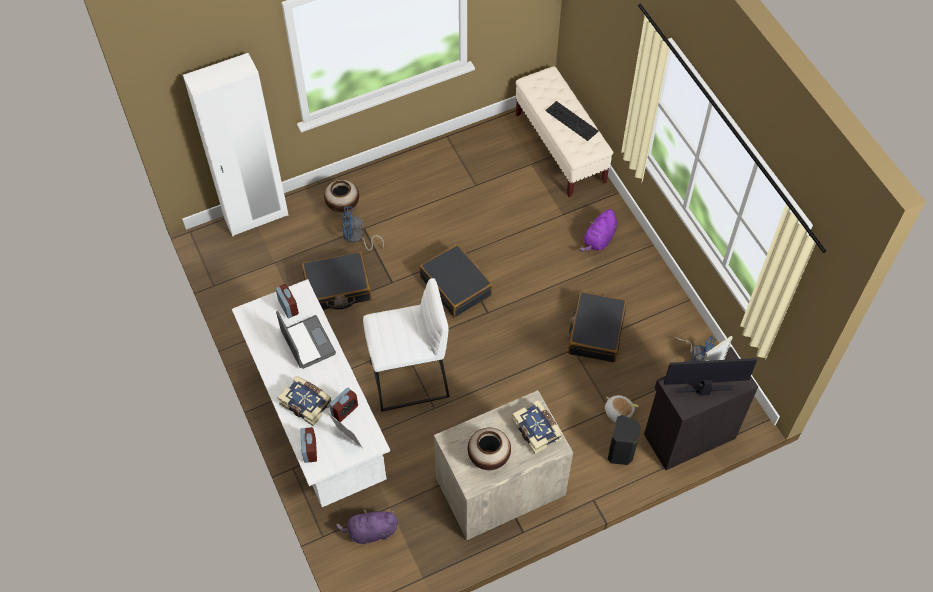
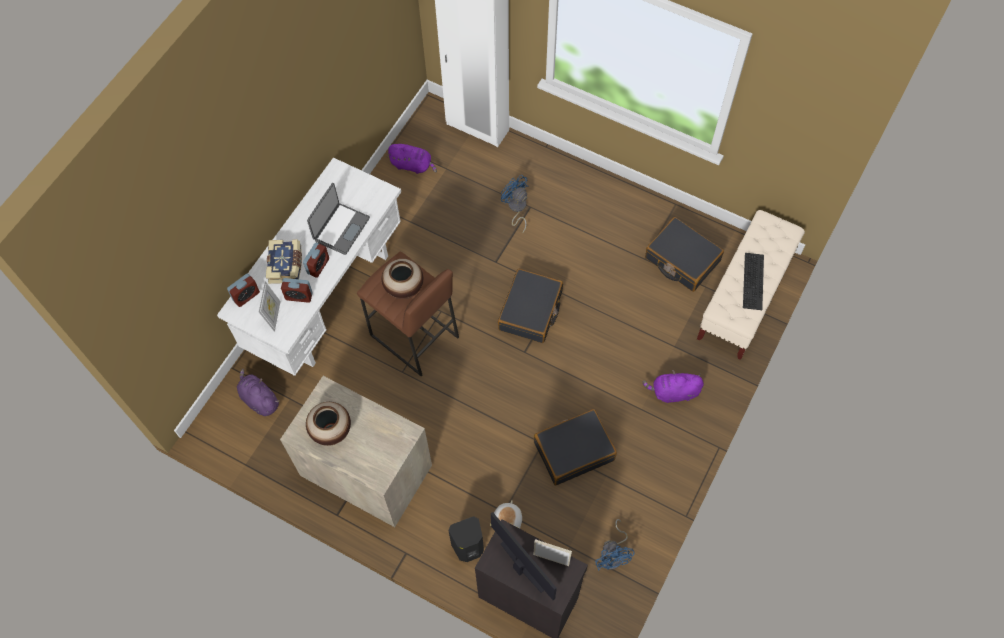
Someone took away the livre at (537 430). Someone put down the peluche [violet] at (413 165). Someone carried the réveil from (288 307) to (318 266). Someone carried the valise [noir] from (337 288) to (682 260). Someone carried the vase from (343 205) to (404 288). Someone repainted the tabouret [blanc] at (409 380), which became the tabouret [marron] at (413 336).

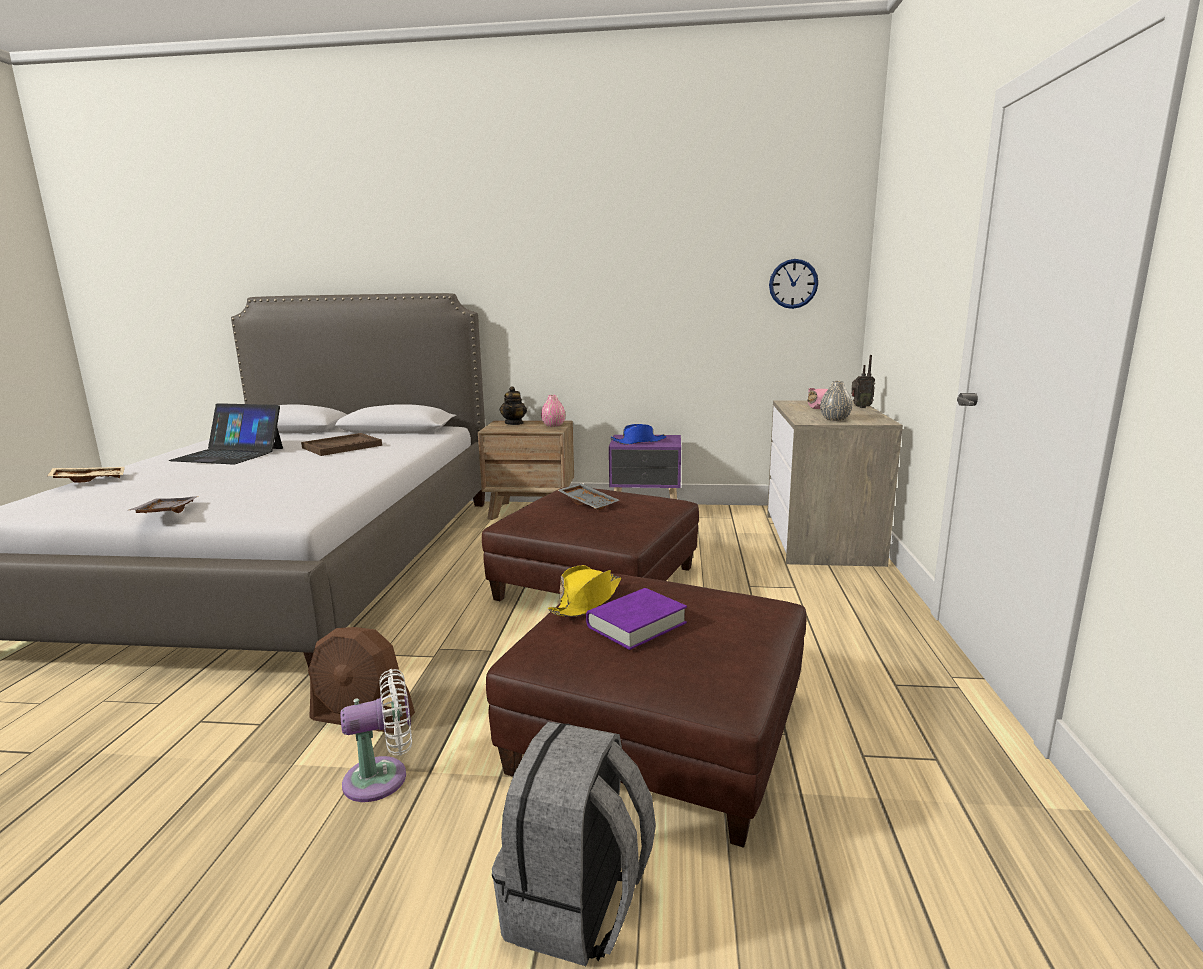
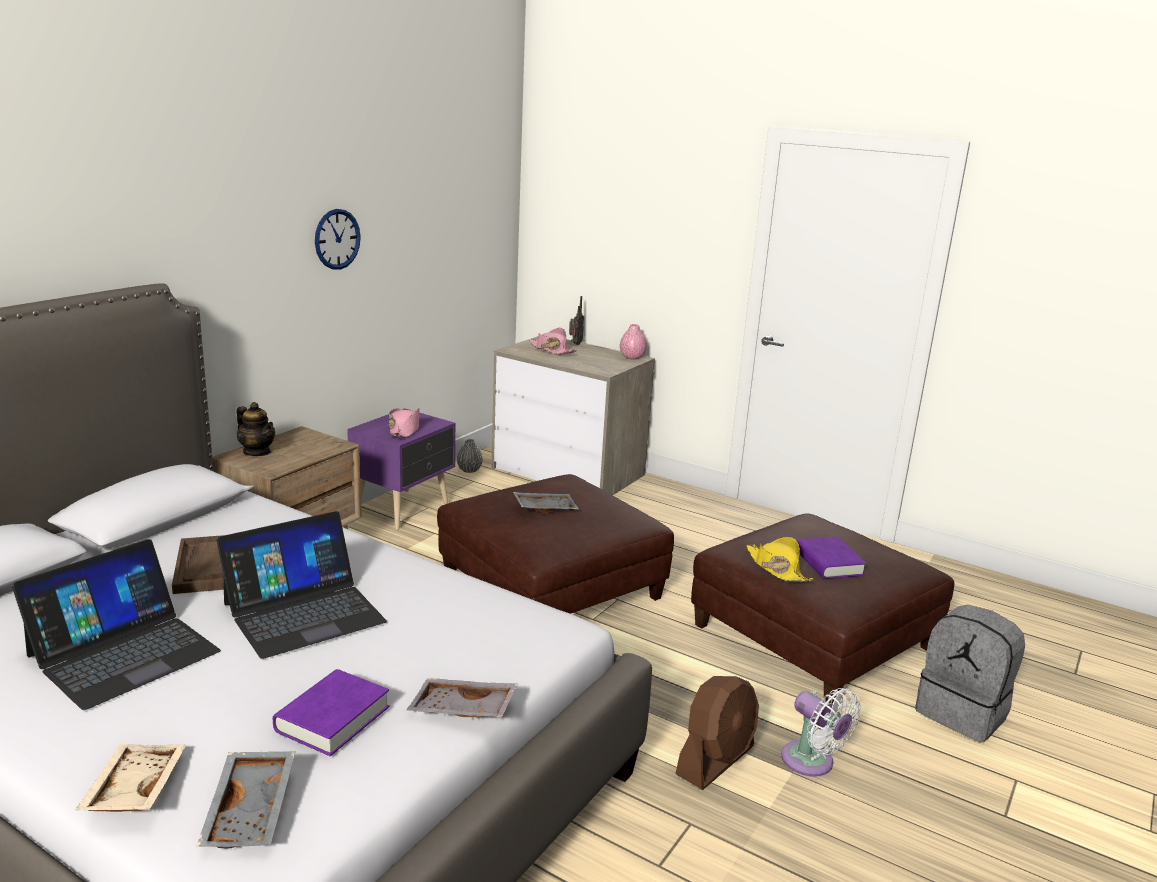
Someone put down the plateau [gris] at (252 810). Someone put down the ordinateur portable at (303 612). Someone put down the livre [violet] at (332 719). Someone carried the vase [rose] from (553 425) to (632 357). Someone carried the horloge murale from (793 284) to (337 239). Someone carried the vase [gris] from (835 419) to (469 470). Someone repainted the chapeau [bleu] at (638 442), which became the chapeau [rose] at (404 430). Someone rotated the ventilateur [blanc] at (382 778) by 135 degrees clockwise.

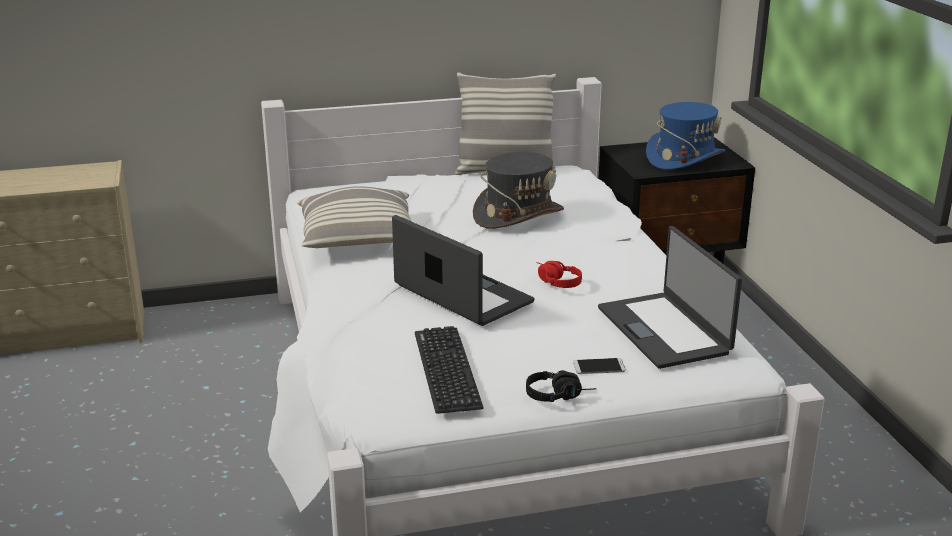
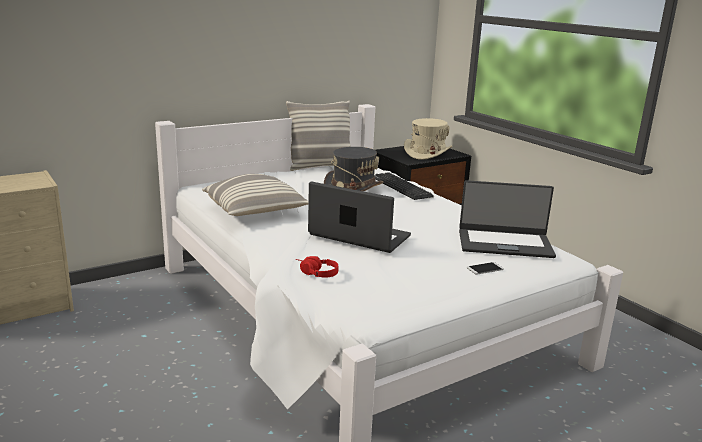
Someone took away the casque audio [noir] at (559 395). Someone carried the clavier from (447 370) to (401 187). Someone carried the casque audio [rouge] from (554 282) to (314 273). Someone repainted the chapeau [bleu] at (684 158), which became the chapeau [beige] at (427 153). Someone rotated the ordinateur portable at (665 330) by 45 degrees counterclockwise.

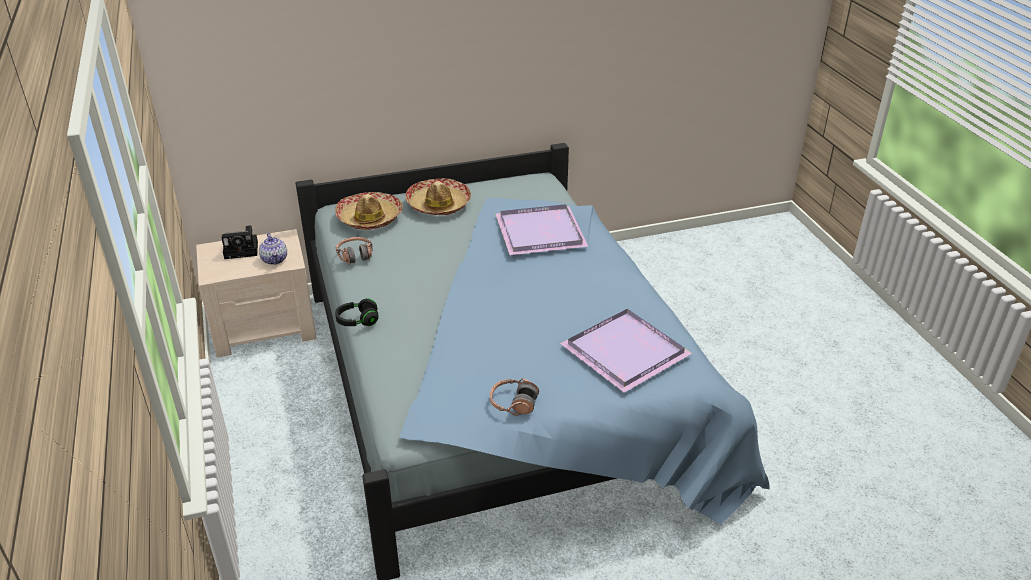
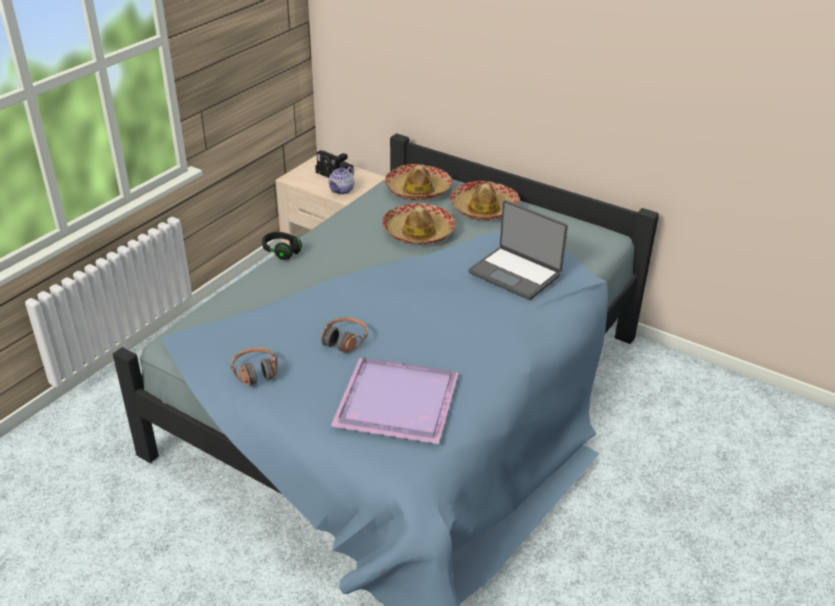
Someone put down the chapeau at (418 232). Someone carried the casque audio from (355 255) to (345 340). Someone swapped the plateau [violet] at (541 231) for the ordinateur portable at (515 273).

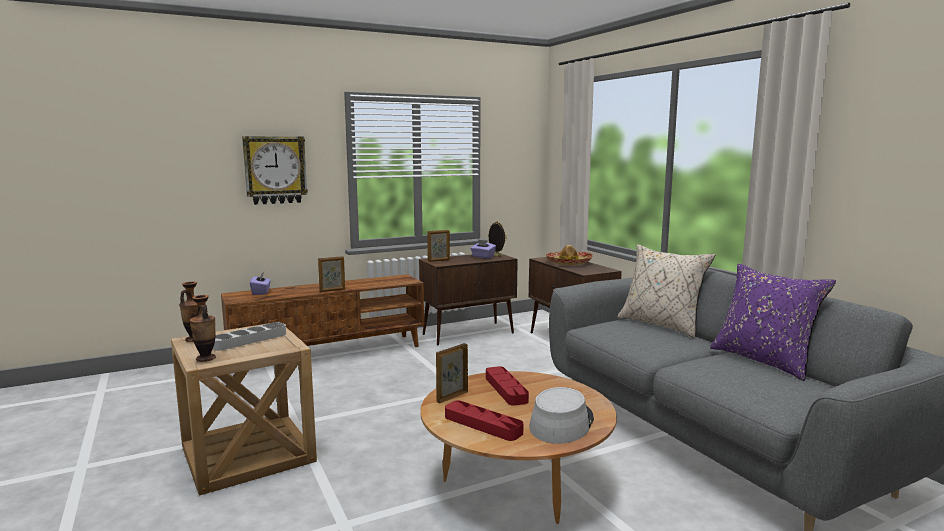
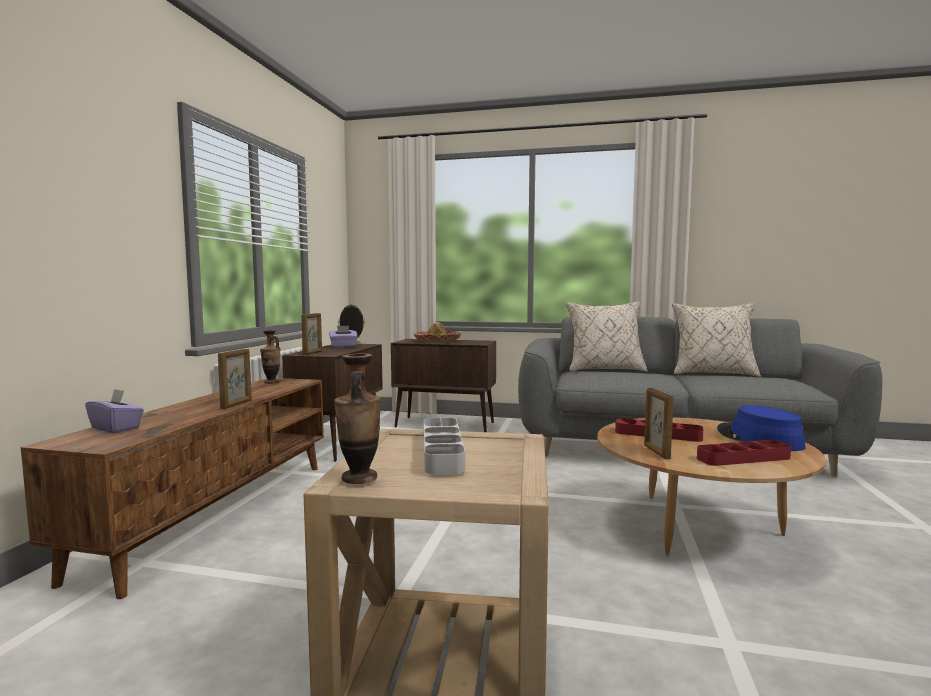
Someone took away the horloge murale at (275 170). Someone carried the vase from (206 359) to (271 382). Someone repainted the chapeau [gris] at (561 423), which became the chapeau [bleu] at (758 438). Someone repainted the coussin [violet] at (764 361), which became the coussin [beige] at (712 374).

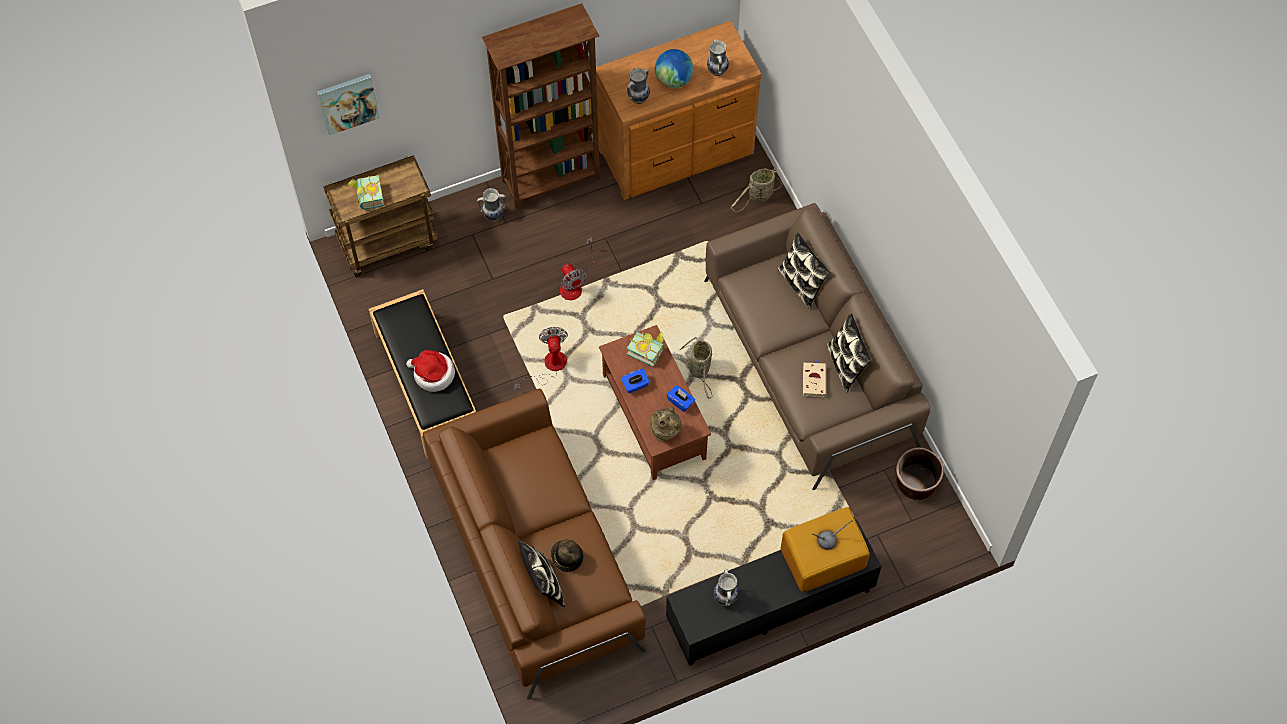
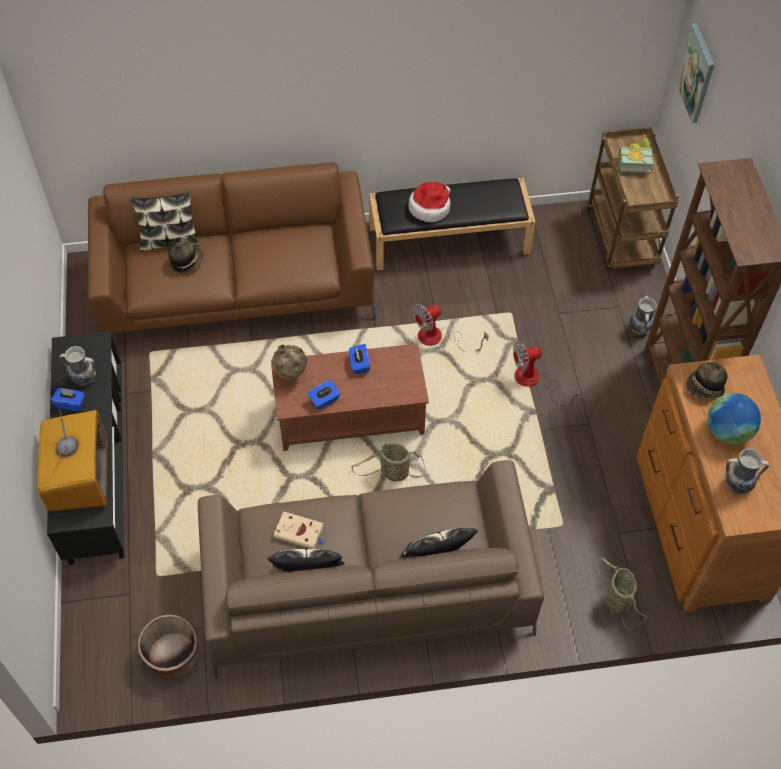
Someone took away the livre at (647 349). Someone put down the boîte à mouchoirs [bleu] at (70 403). Someone swapped the vase at (638 98) for the chapeau at (704 388). Someone rotated the ventilateur at (549 367) by 135 degrees clockwise.

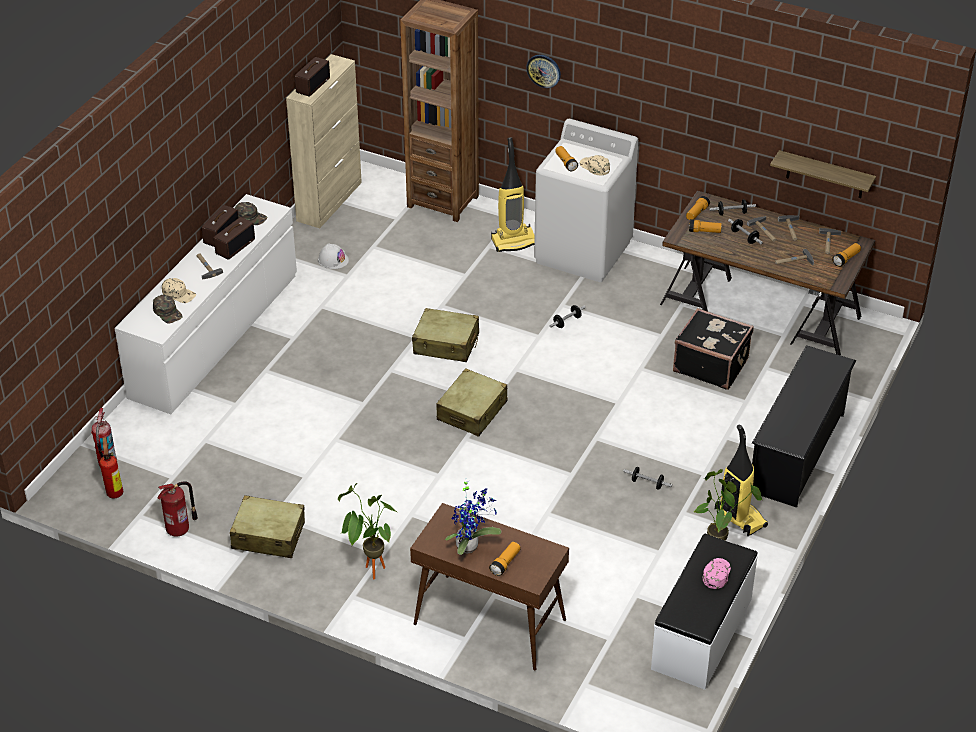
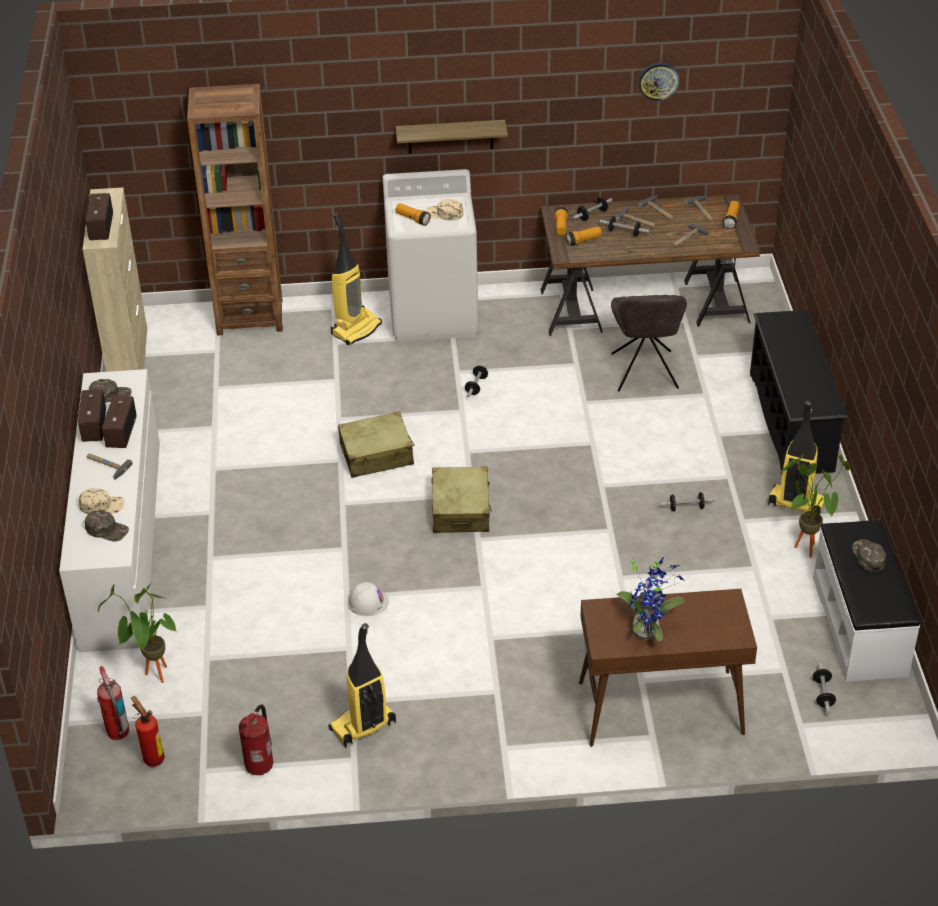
Someone took away the lampe de poche at (505 563). Someone put down the haltère at (823 694). Someone carried the casque de chantier [blanc] from (333 260) to (368 602). Someone carried the plante en pot from (369 572) to (153 677). Someone carried the horloge murale from (544 70) to (658 81). Someone carried the étagère from (825 175) to (450 136). Someone swapped the valise [beige] at (268 536) for the aspirateur at (363 727). Someone swapped the valise [noir] at (710 364) for the chaise [gris] at (644 373). Someone repainted the casquette [rose] at (716 574), which became the casquette [vert] at (868 557).

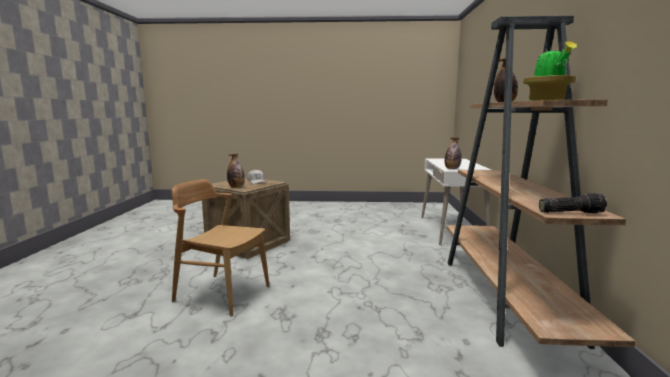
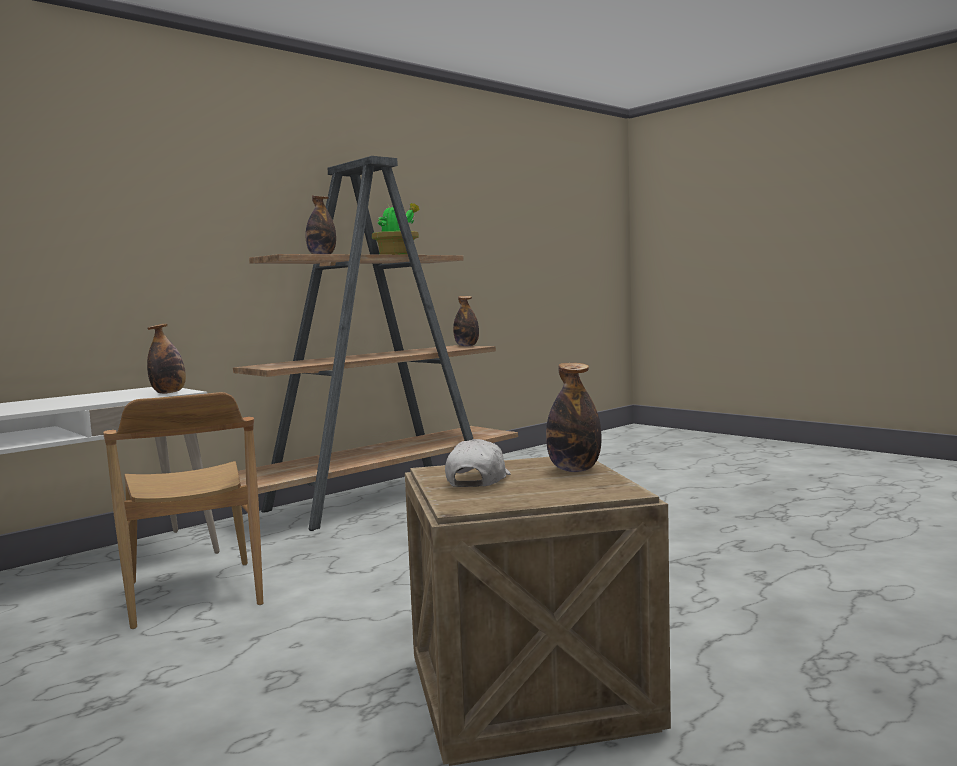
Someone carried the chaise [marron] from (222 293) to (193 593). Someone swapped the lampe de poche at (570 212) for the bouteille at (466 346).

